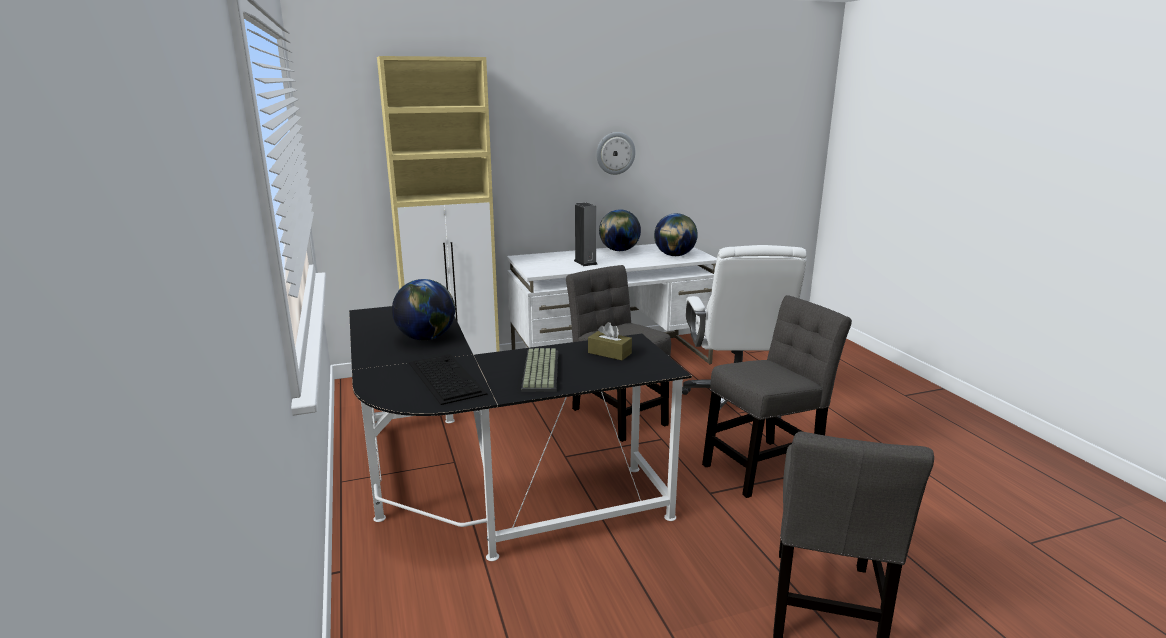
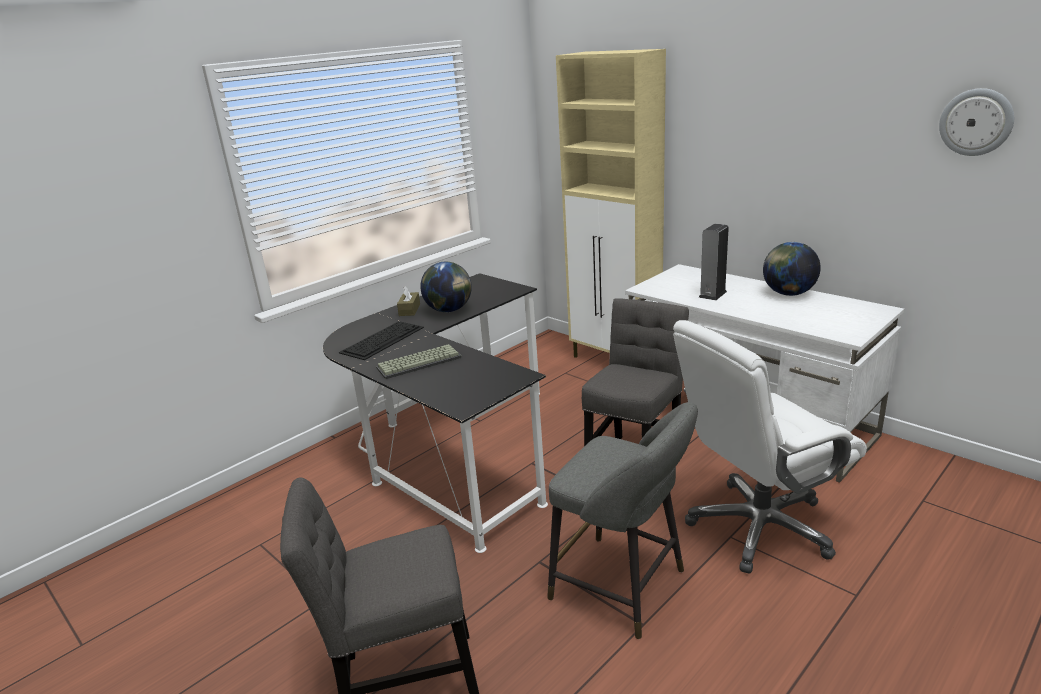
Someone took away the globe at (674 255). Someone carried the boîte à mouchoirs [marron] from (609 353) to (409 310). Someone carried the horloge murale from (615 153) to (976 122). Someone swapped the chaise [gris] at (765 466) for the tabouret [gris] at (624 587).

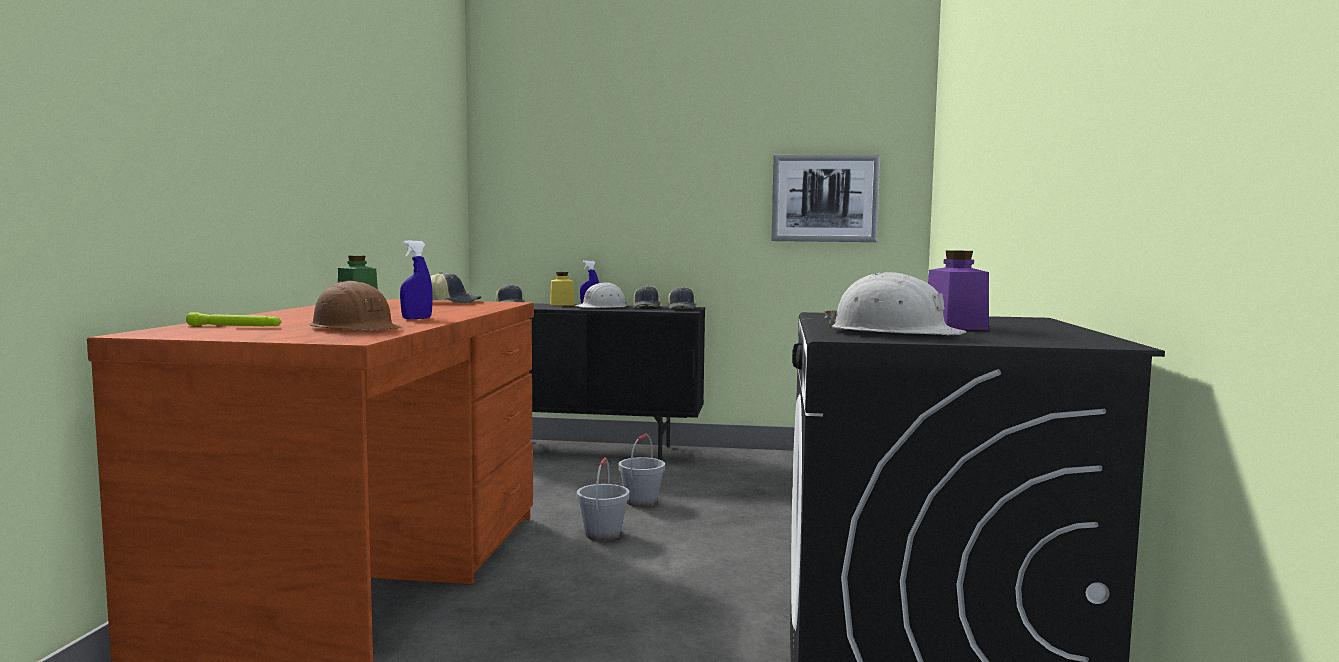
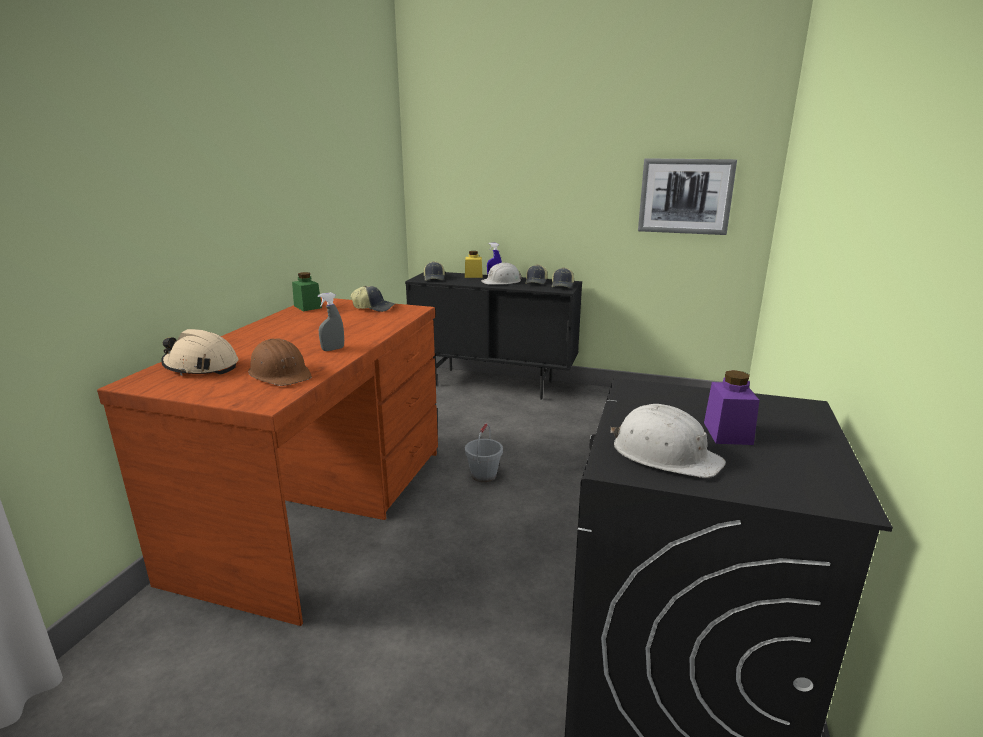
Someone took away the seau [gris] at (641 501). Someone swapped the lampe de poche [vert] at (235 326) for the casque de chantier [beige] at (201 367). Someone repainted the vaporisateur [bleu] at (416 318), which became the vaporisateur [gris] at (333 349).

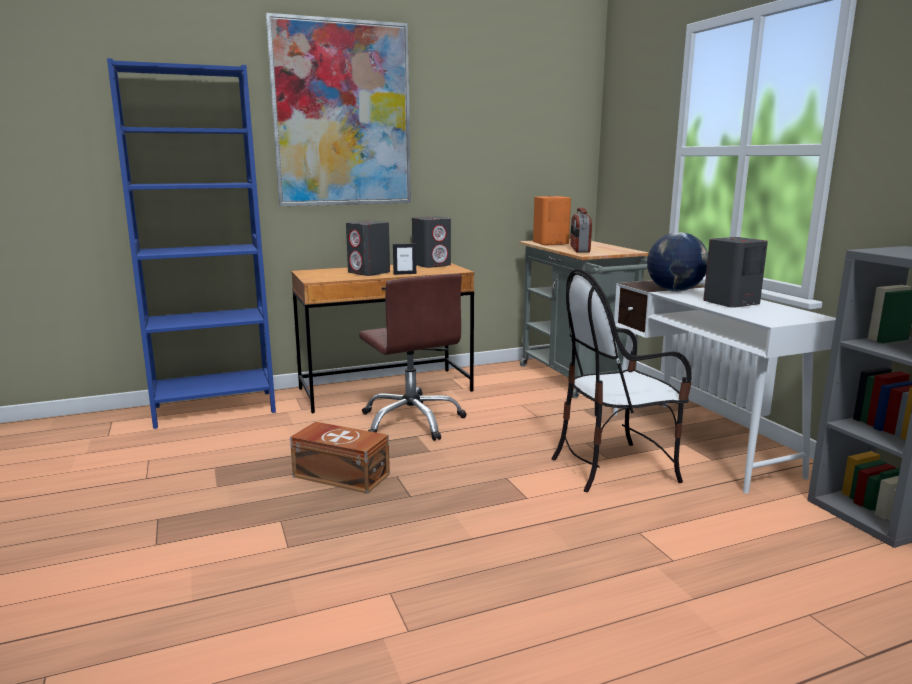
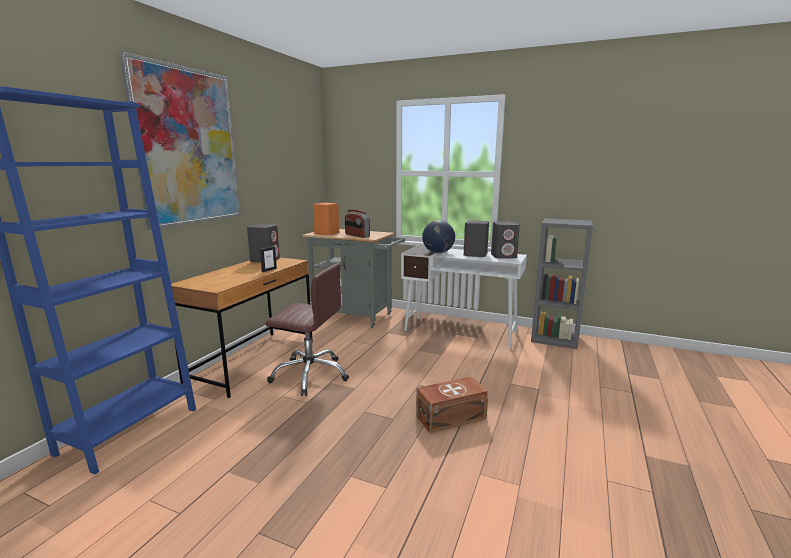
Someone took away the chaise at (614 467). Someone carried the boîte de rangement [marron] from (341 474) to (449 416). Someone carried the enceinte [gris] from (369 273) to (504 256).

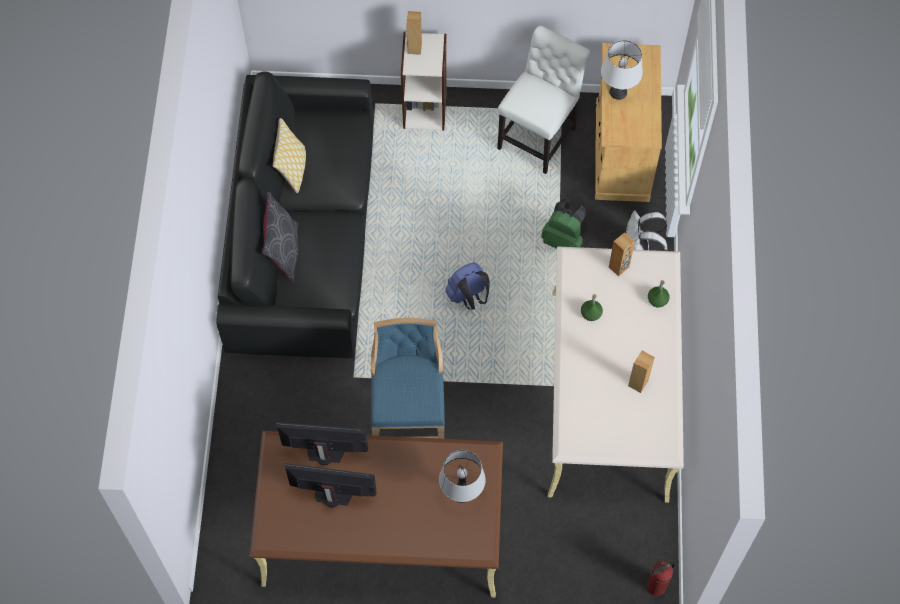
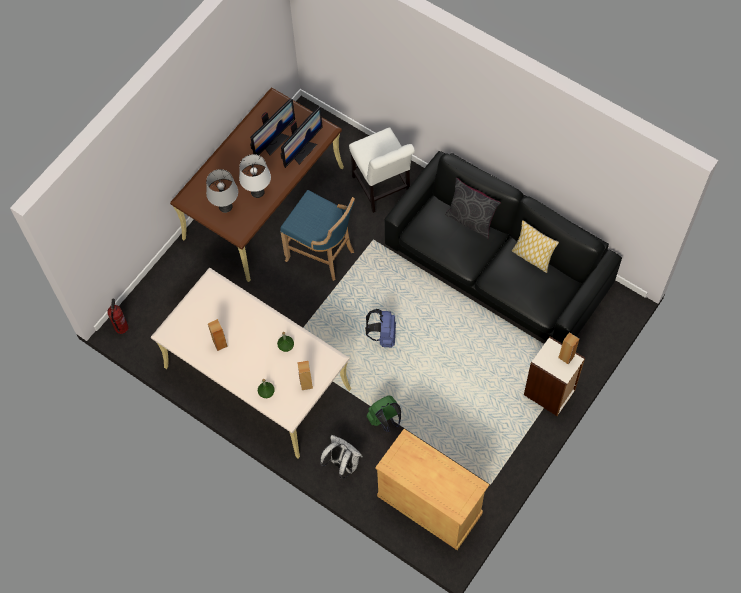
Someone carried the chaise [blanc] from (539 136) to (382 189). Someone carried the lampe de table [blanc] from (618 91) to (258 192).

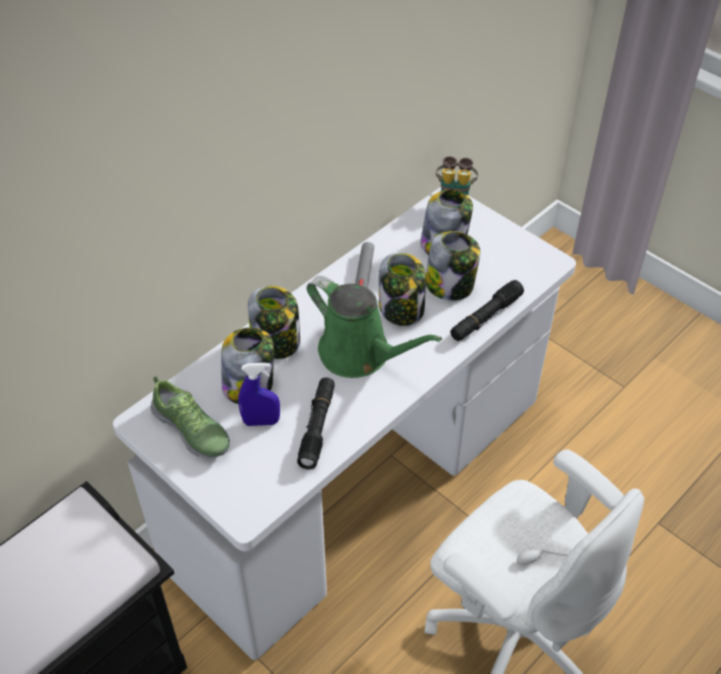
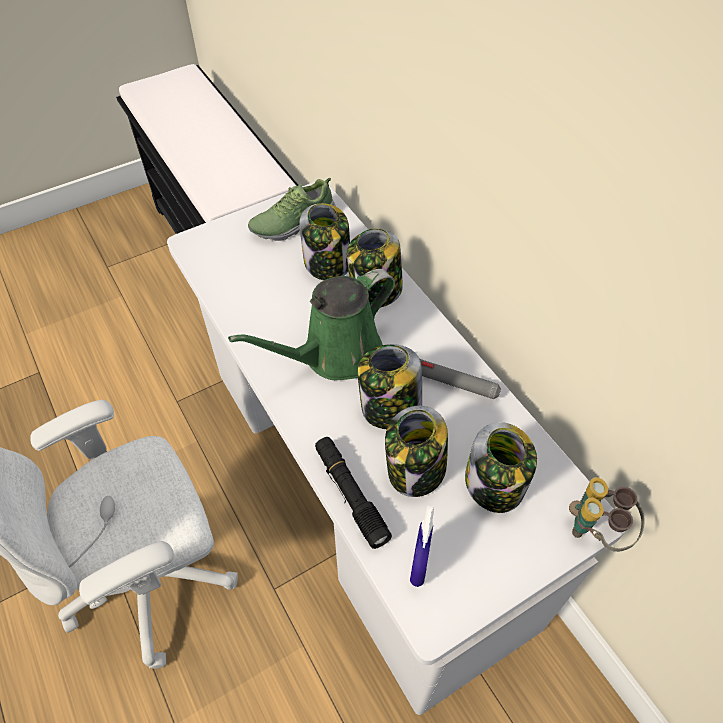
Someone took away the lampe de poche [noir] at (317 427). Someone carried the vaporisateur [bleu] from (261 422) to (419 566).

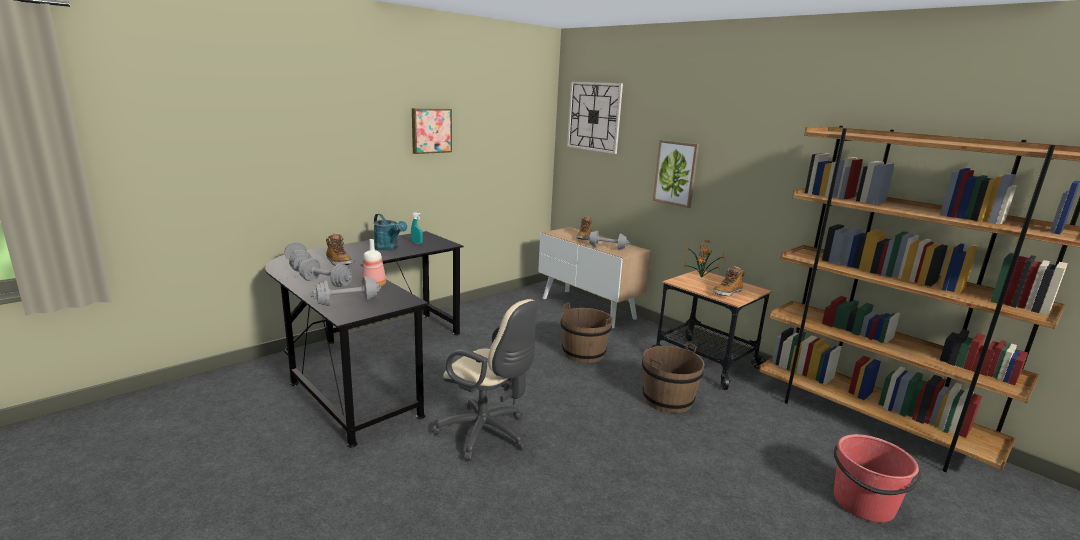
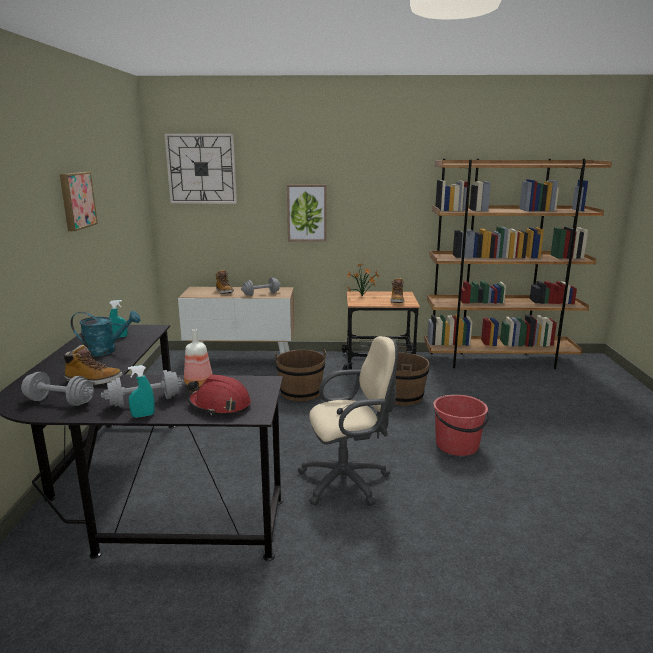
Someone put down the vaporisateur [turquoise] at (143 415). Someone carried the seau [rouge] from (863 504) to (457 445). Someone swapped the haltère [gris] at (347 302) for the casque de chantier [rouge] at (220 405).

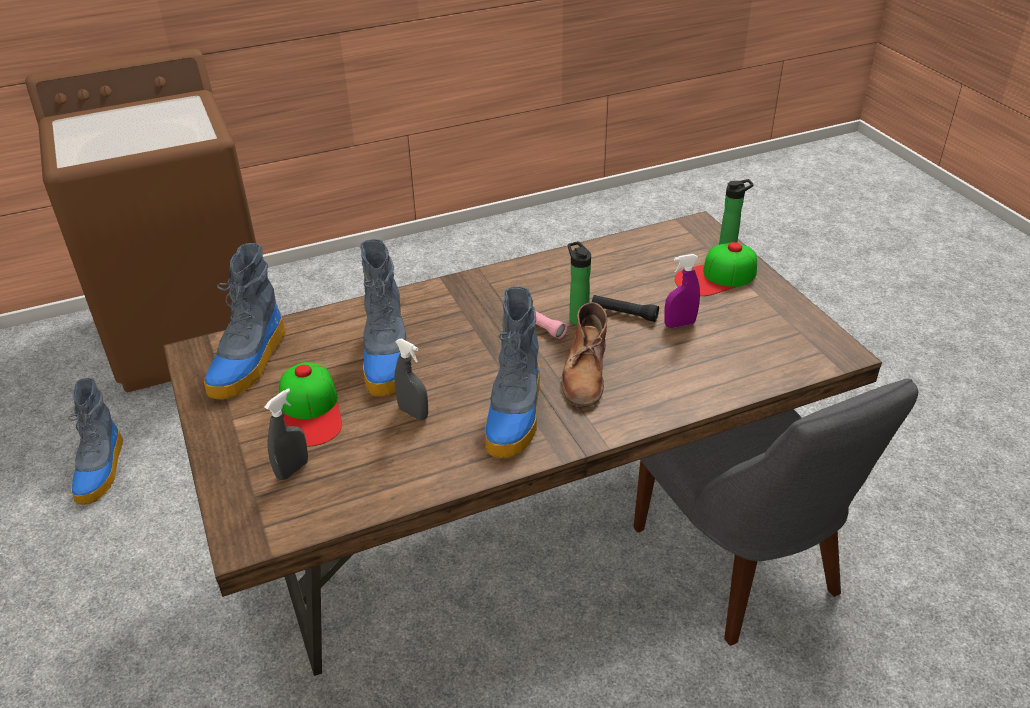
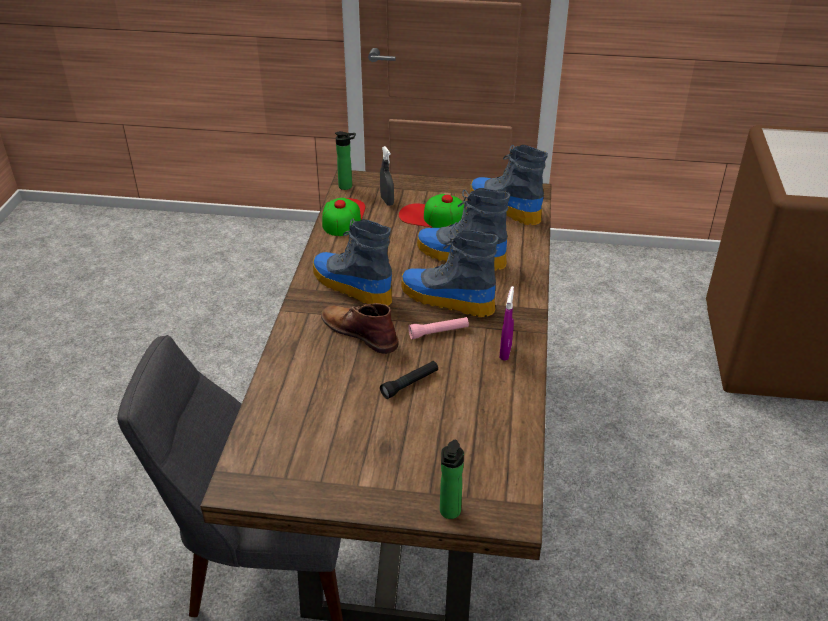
Someone took away the vaporisateur [gris] at (413 413). Someone carried the botte from (101 470) to (445 299). Someone carried the bouteille from (577 318) to (347 186). Someone carried the vaporisateur [violet] from (679 324) to (505 352). Someone carried the casquette from (716 277) to (343 216).

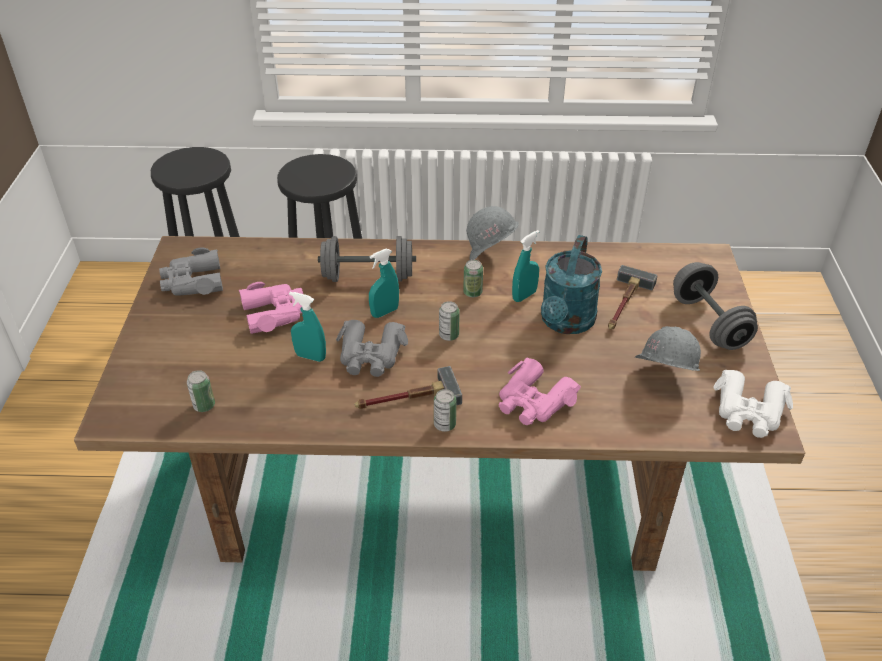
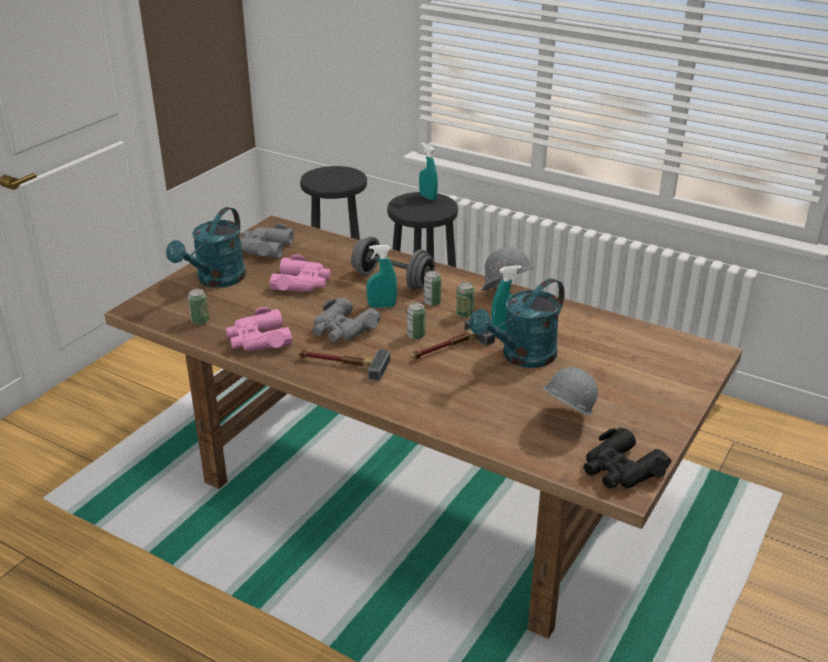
Someone took away the haltère [gris] at (709 323). Someone put down the arrosoir [turquoise] at (216 280). Someone carried the vaporisateur [turquoise] from (310 356) to (428 197). Someone carried the boîte métallique from (444 424) to (432 302). Someone carried the jumelles [rose] from (533 401) to (259 340). Someone carried the marteau from (624 305) to (448 348). Someone repainted the jumelles [blanc] at (748 412), which became the jumelles [noir] at (621 470).

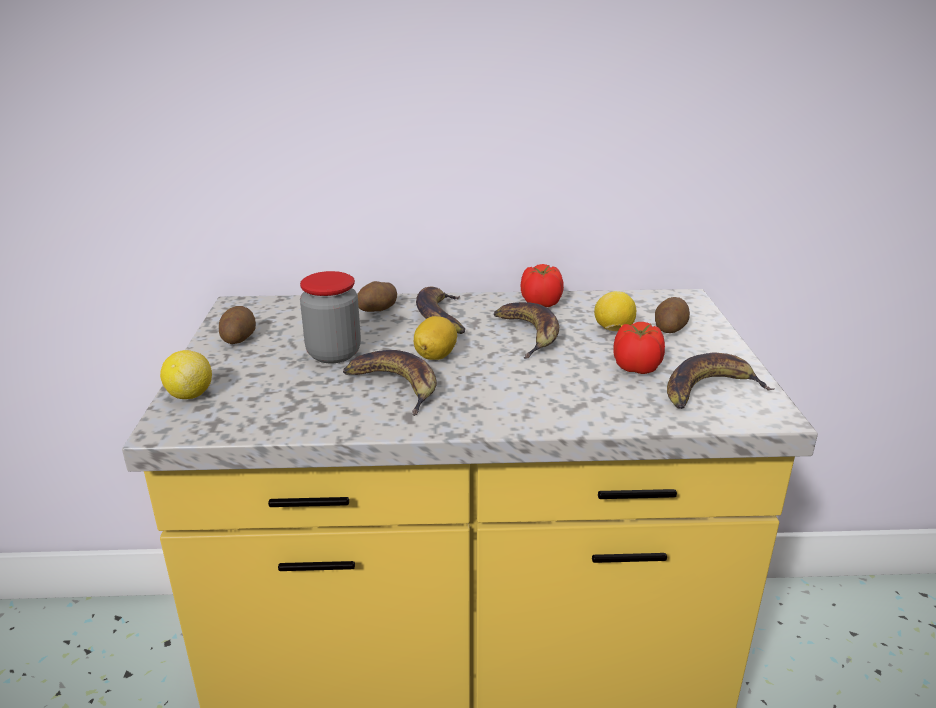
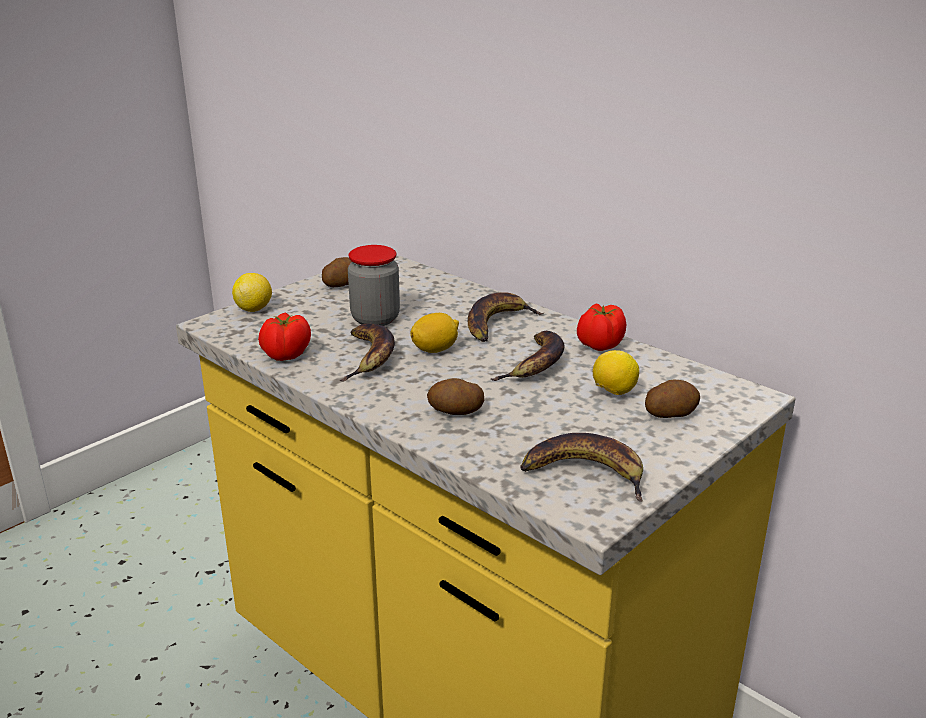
Someone carried the pomme de terre from (378 309) to (456 412). Someone carried the tomate from (635 368) to (286 355).

